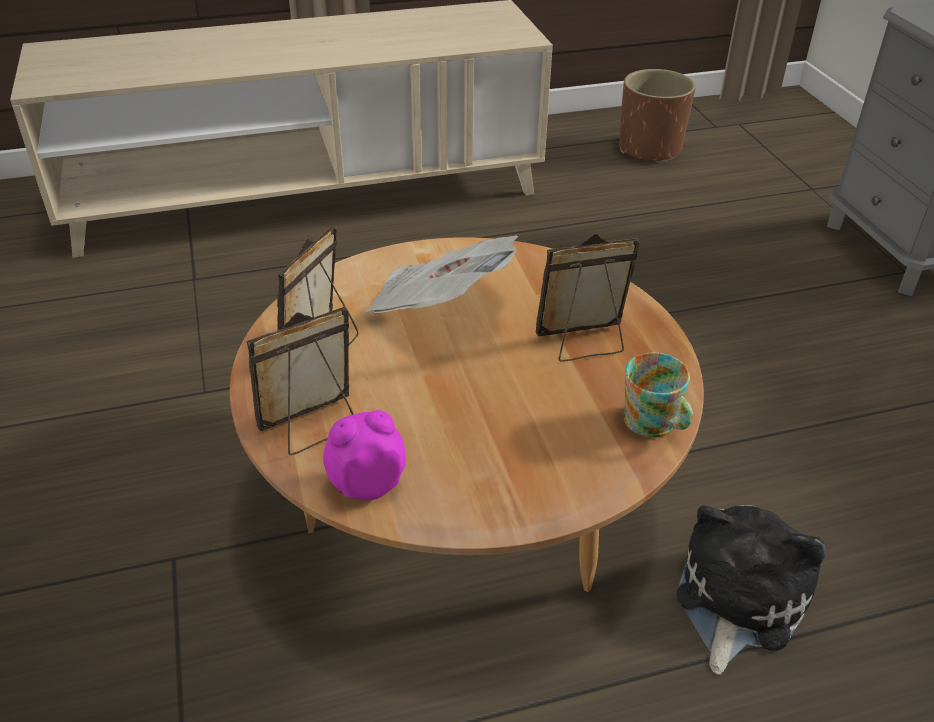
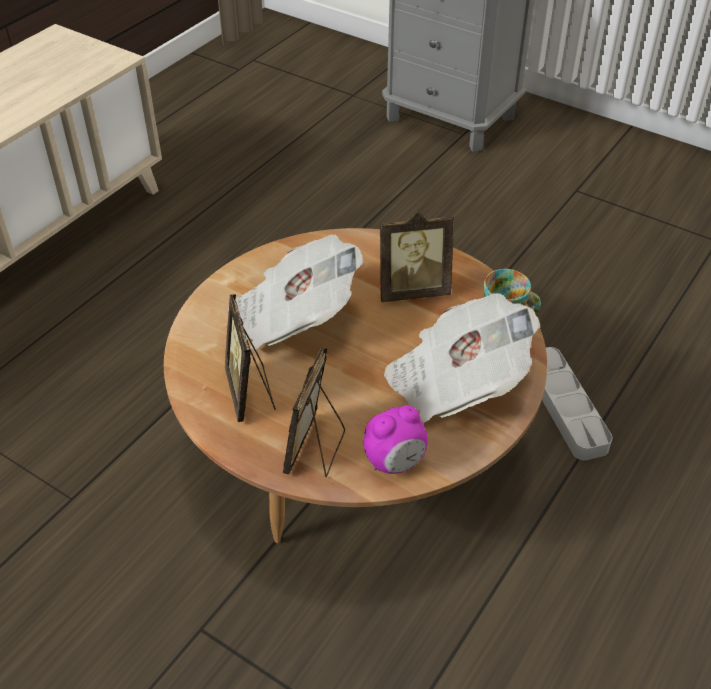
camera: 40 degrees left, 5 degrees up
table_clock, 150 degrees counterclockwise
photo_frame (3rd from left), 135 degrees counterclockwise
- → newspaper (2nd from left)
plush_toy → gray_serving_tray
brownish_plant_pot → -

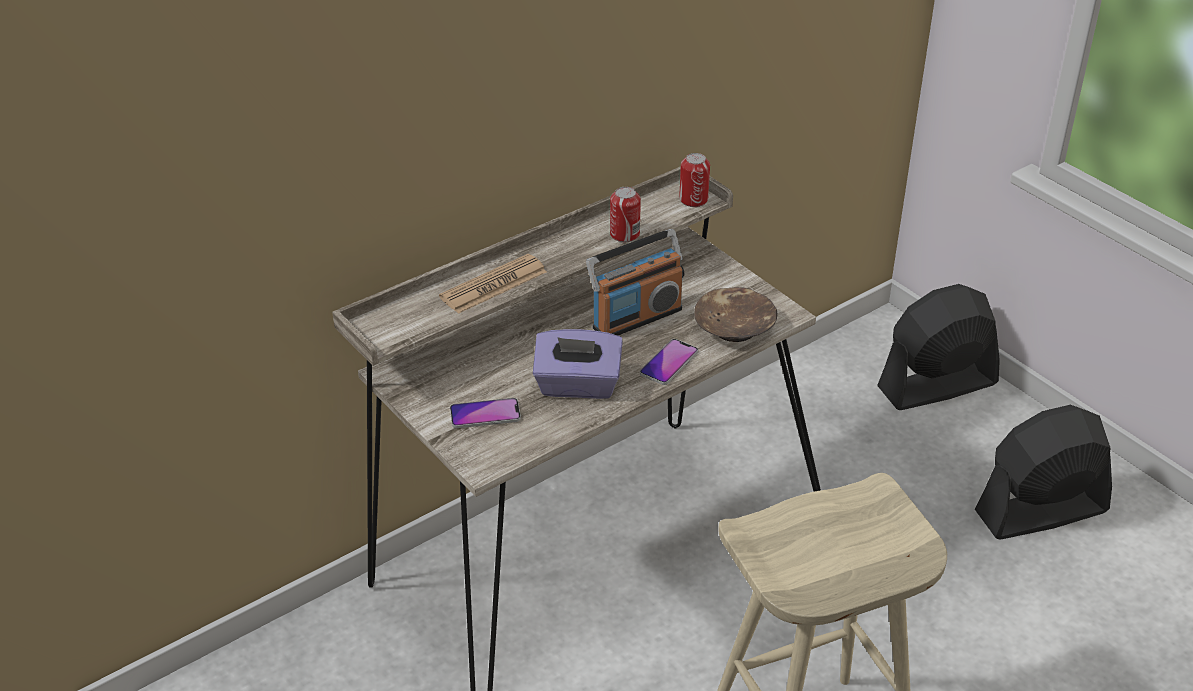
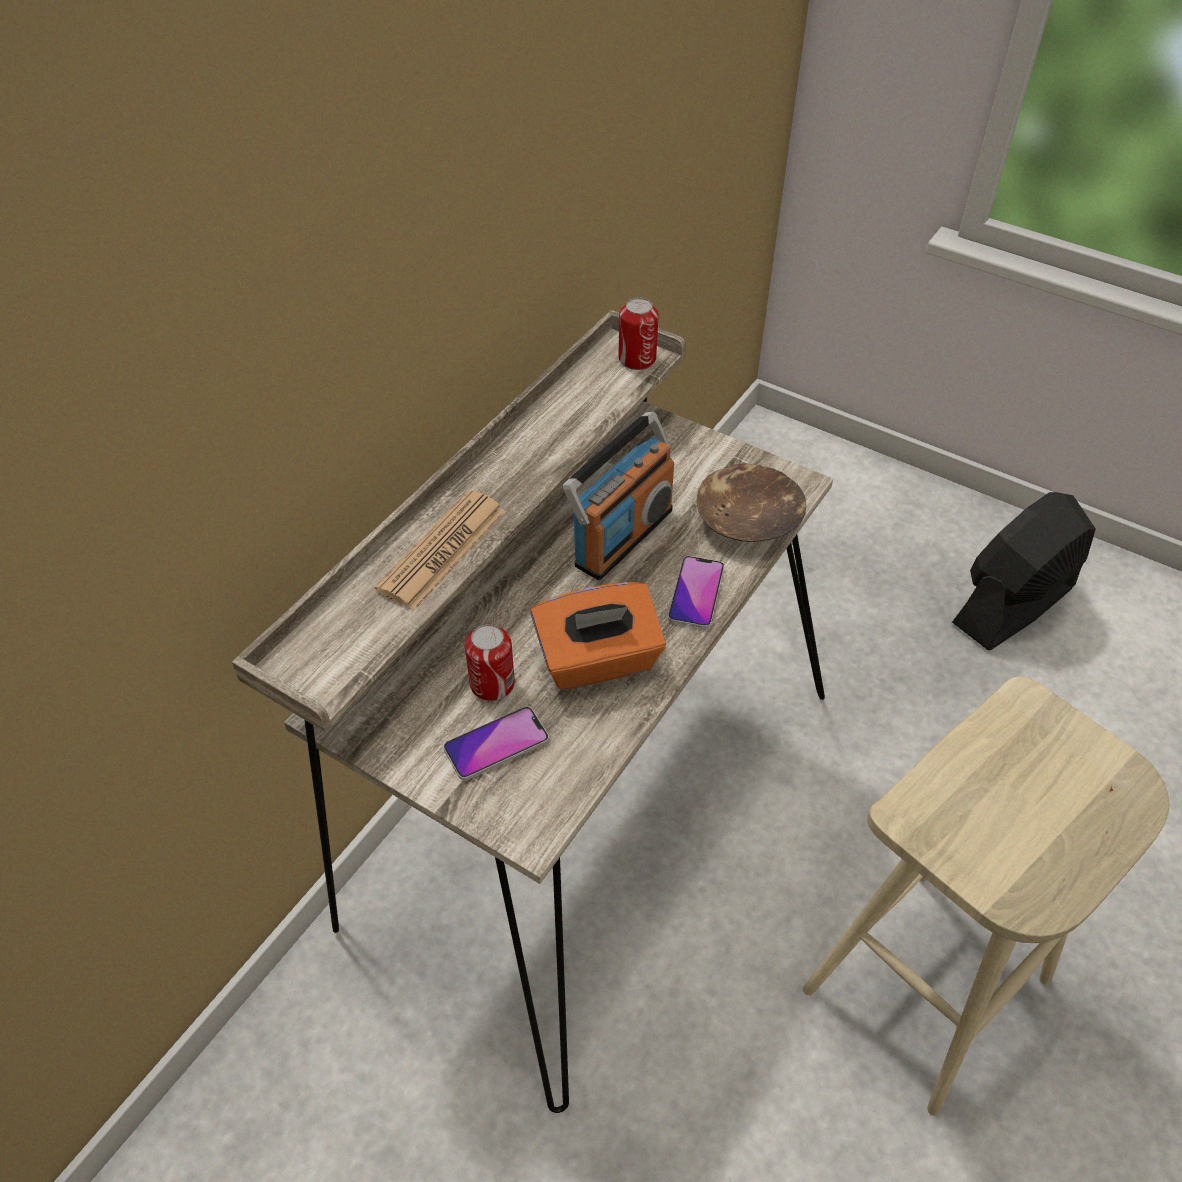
camera: 20 degrees left, 10 degrees up
metal_can (1st from left), moved
purplish_tissue_box → orange-coloured_tissue_box
black_cooling_fan (1st from left) → -

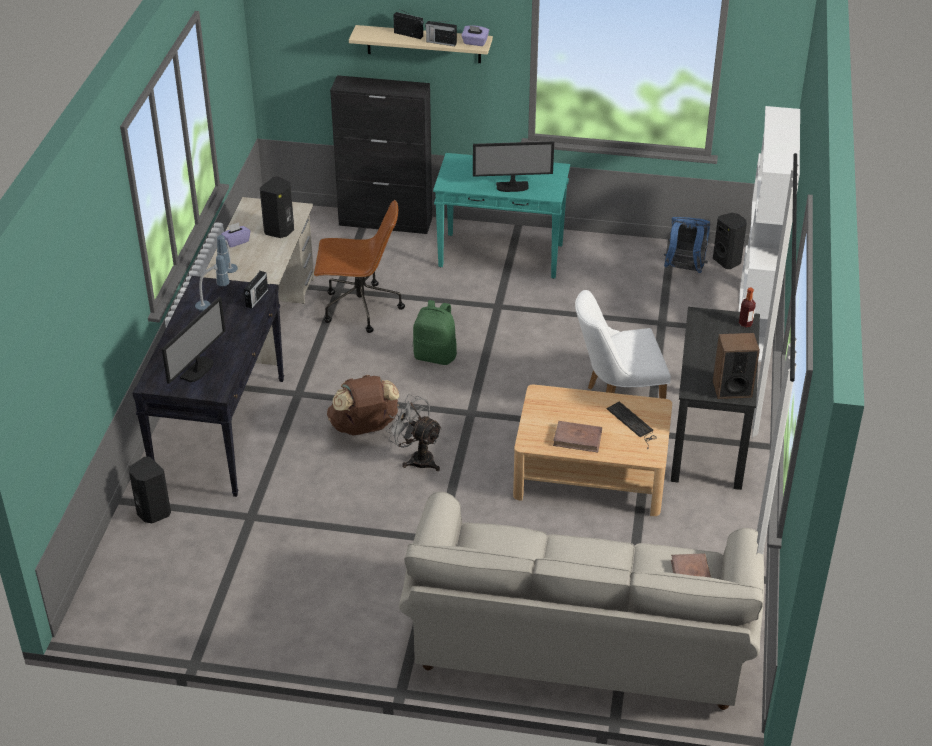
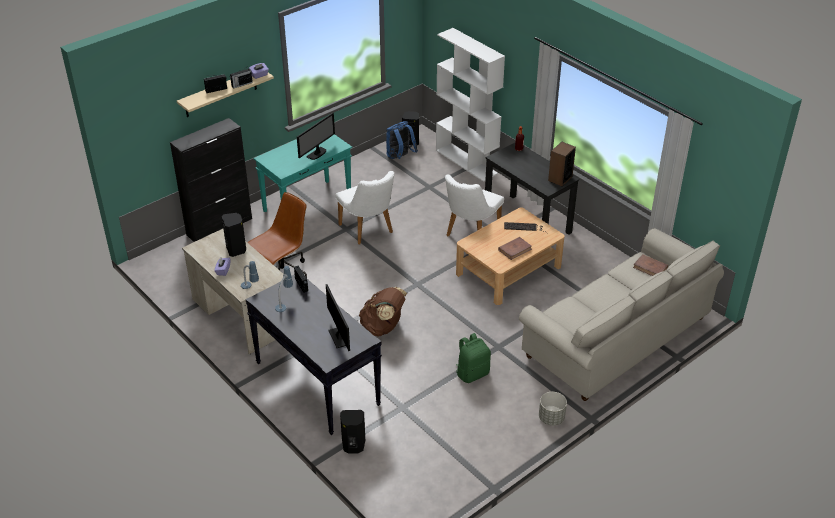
camera: 50 degrees left, 0 degrees up
- → white-coloured_chair (1st from left)
green-coloured_rucksack, moved
- → gray_plant_pot
gray_cooling_fan → -

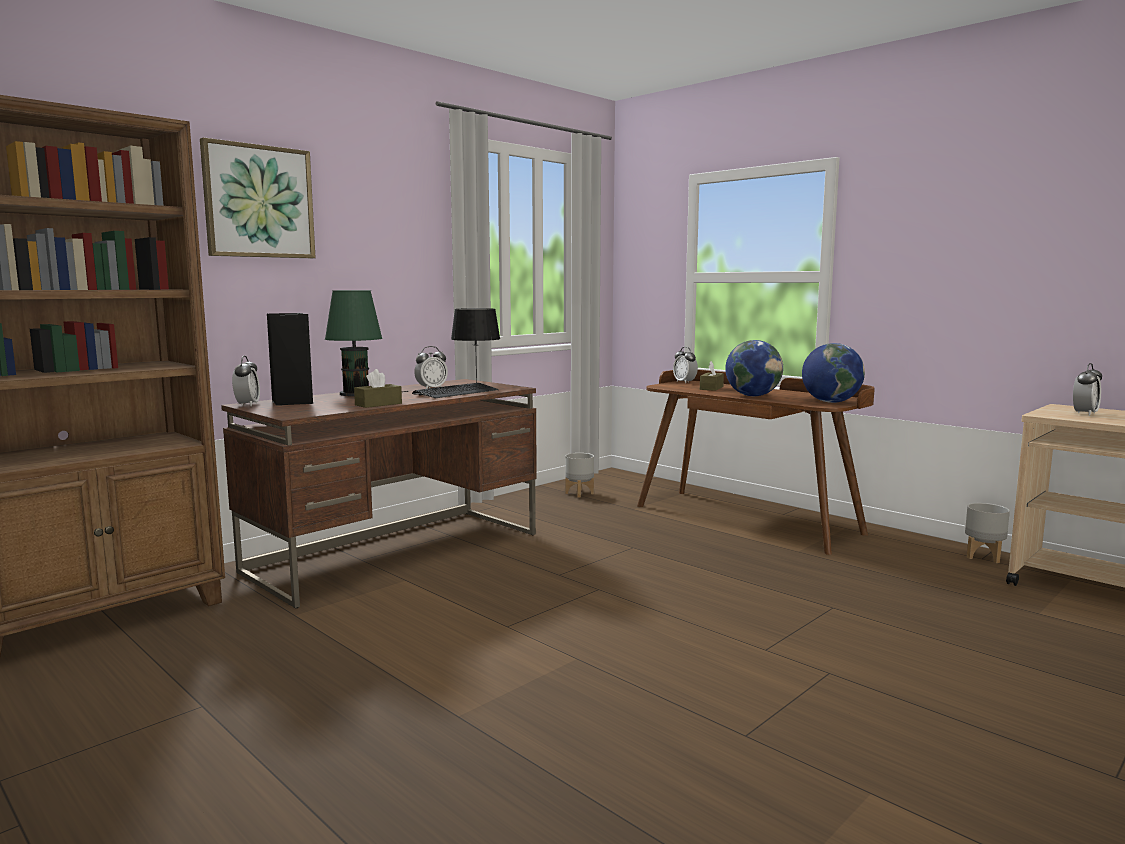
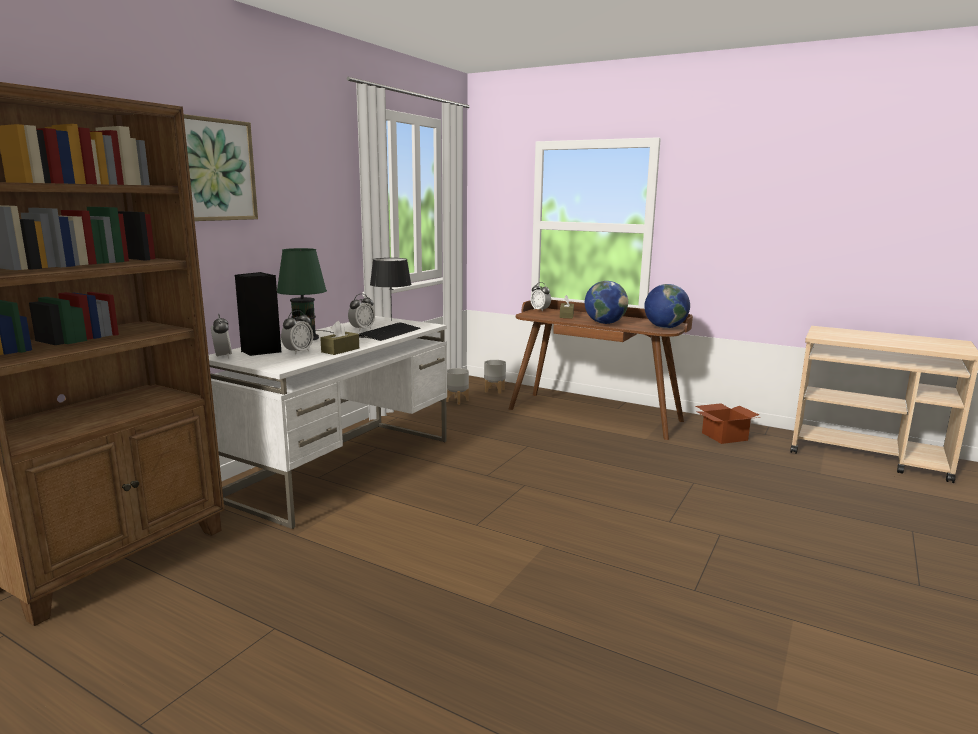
camera: 15 degrees left, 5 degrees up
brownish_desk_table (1st from left) → white-coloured_desk_table
table_clock (4th from left in the first image) → table_clock (2nd from left), moved
gray_plant_pot (2nd from left), moved
- → cardboard_box

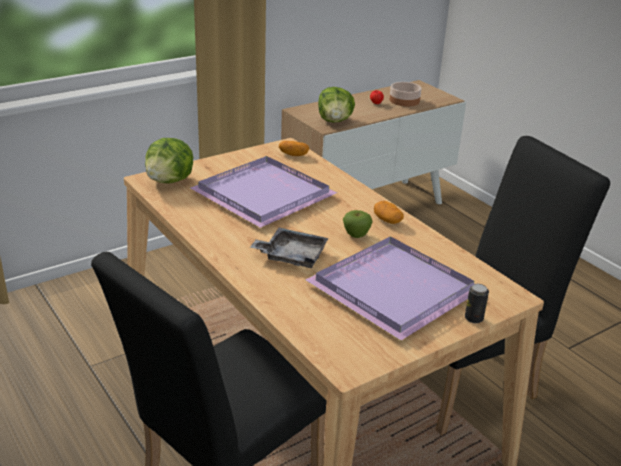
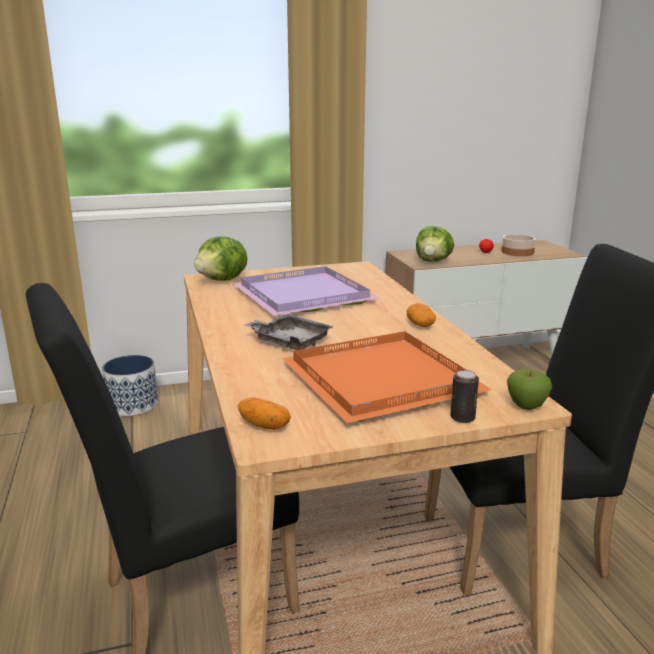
camera: 20 degrees right, 10 degrees down
- → plant_pot
spud (1st from left), moved
purplish_serving_tray (2nd from left) → orange-coloured_serving_tray
whole_apple (1st from left in the first image) → whole_apple (2nd from left), moved

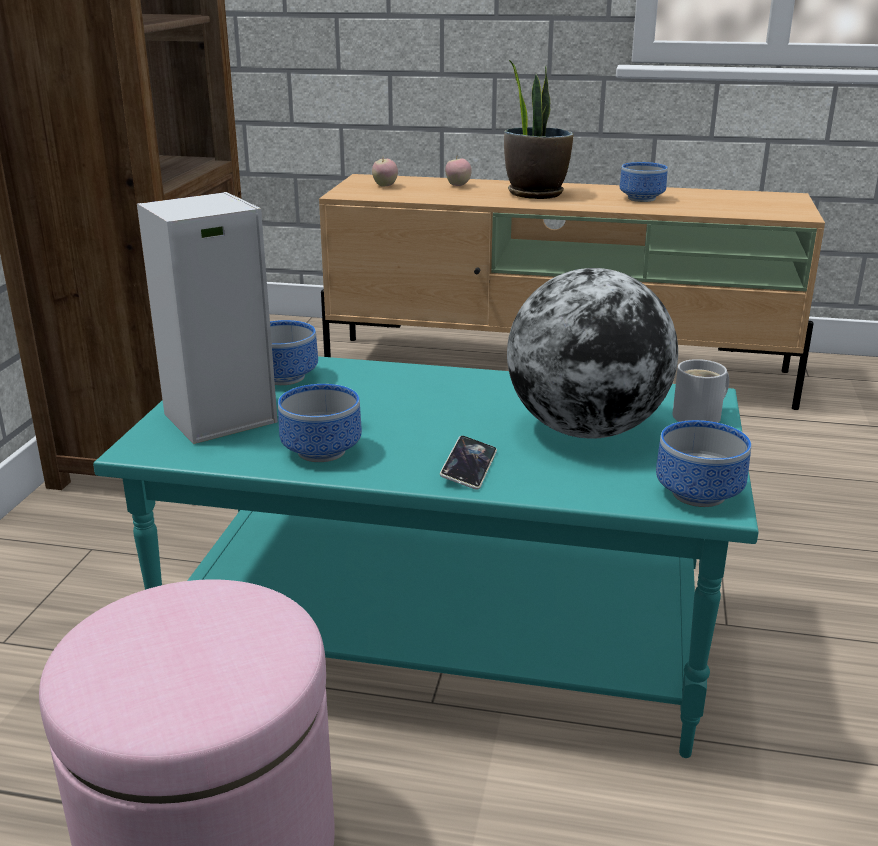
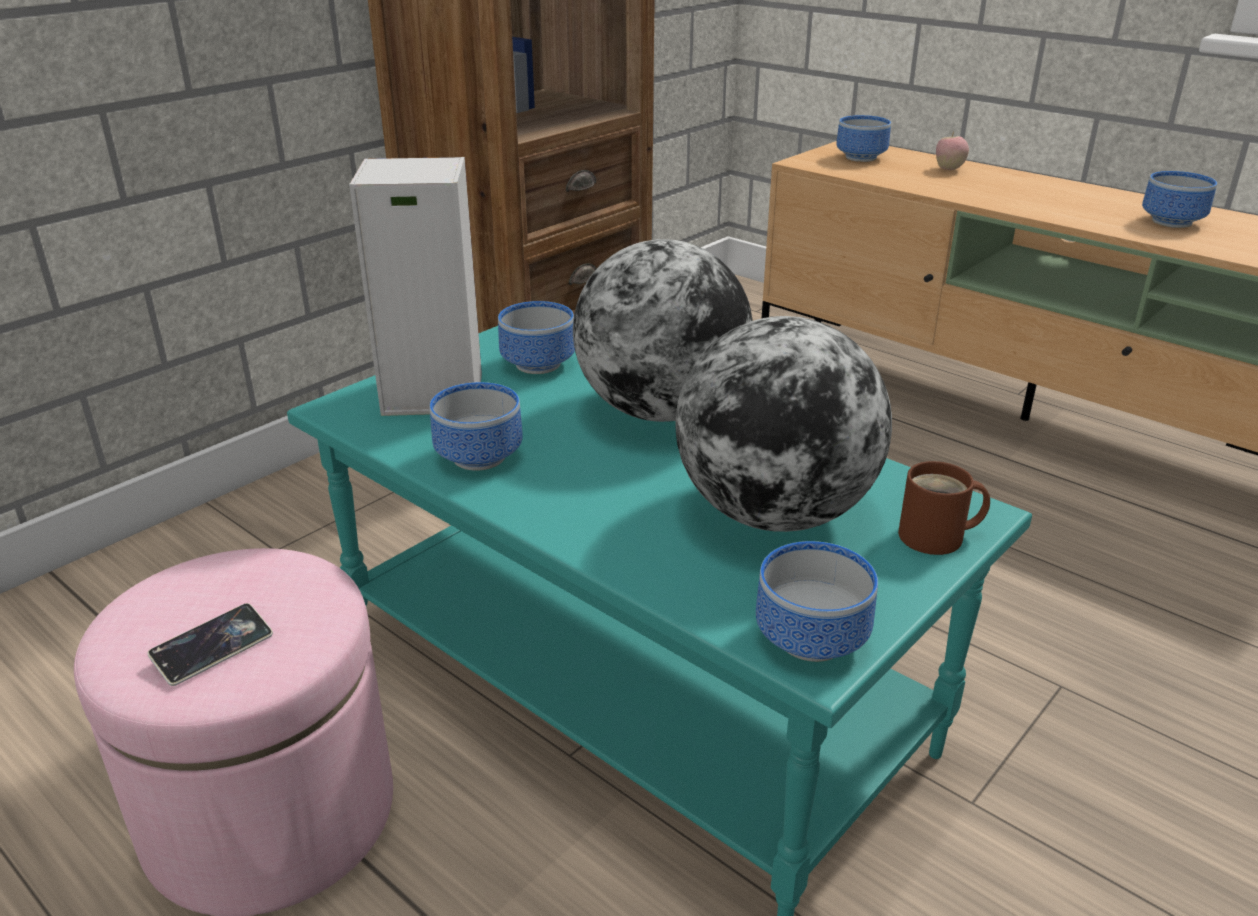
camera: 30 degrees right, 5 degrees up
telephone, moved
- → desk_globe (1st from left)
whole_apple (1st from left) → serving_bowl (4th from left)
white-coloured_coffee_mug → brownish_coffee_mug
plant_in_a_pot → -

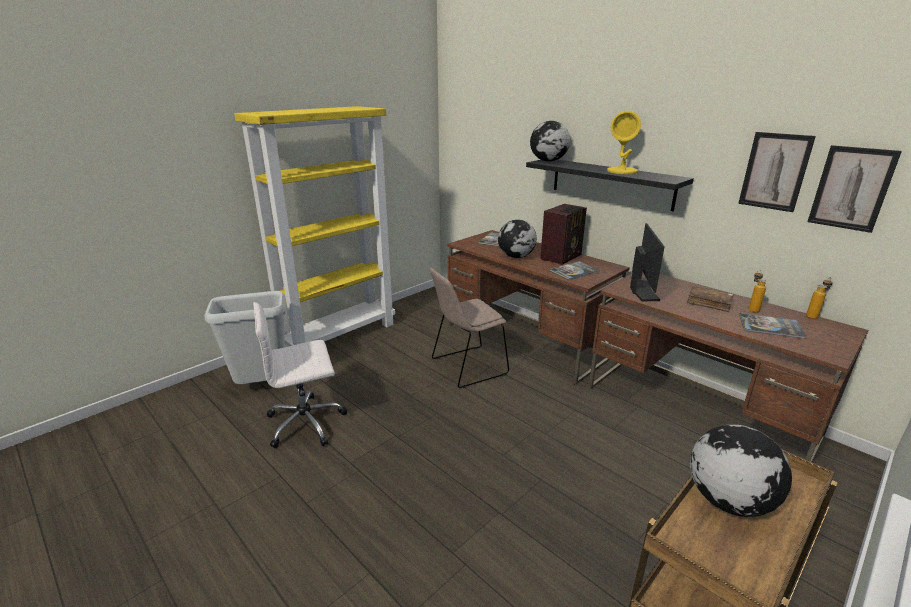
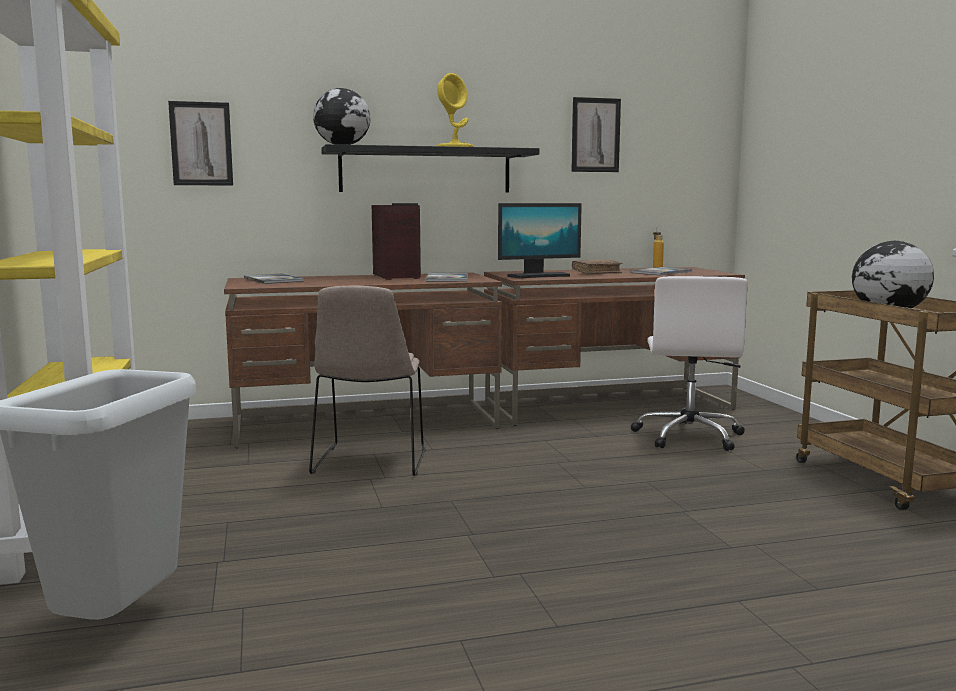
camera: 60 degrees left, 15 degrees down
wall_art (2nd from left in the first image) → wall_art (1st from left), moved
monitor, 120 degrees clockwise
white-coloured_computer_chair, moved
desk_globe (1st from left) → -
bottle (1st from left) → -

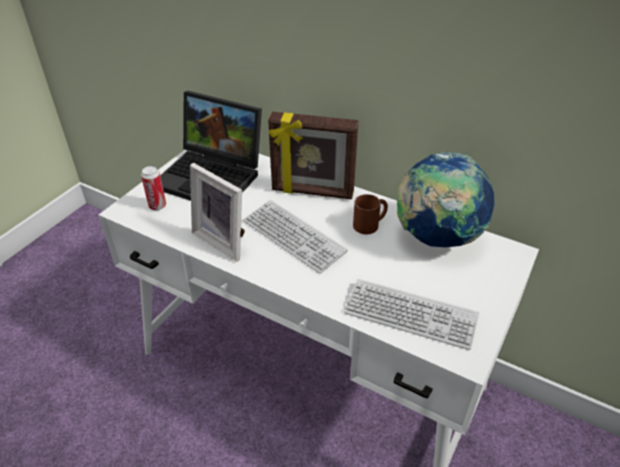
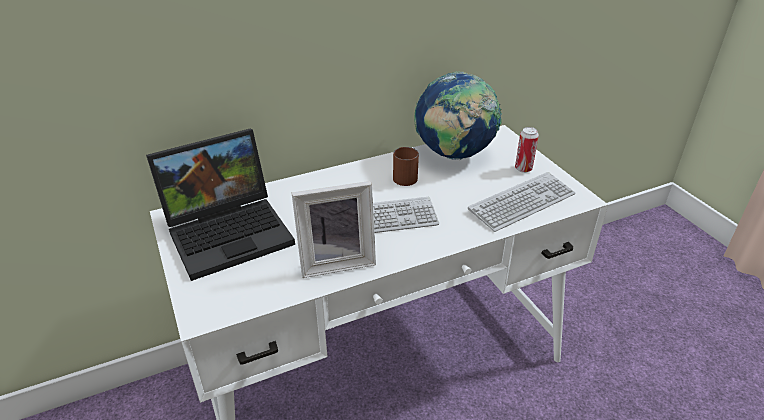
camera: 55 degrees left, 5 degrees down
metal_can, moved
photo_frame (2nd from left) → -

